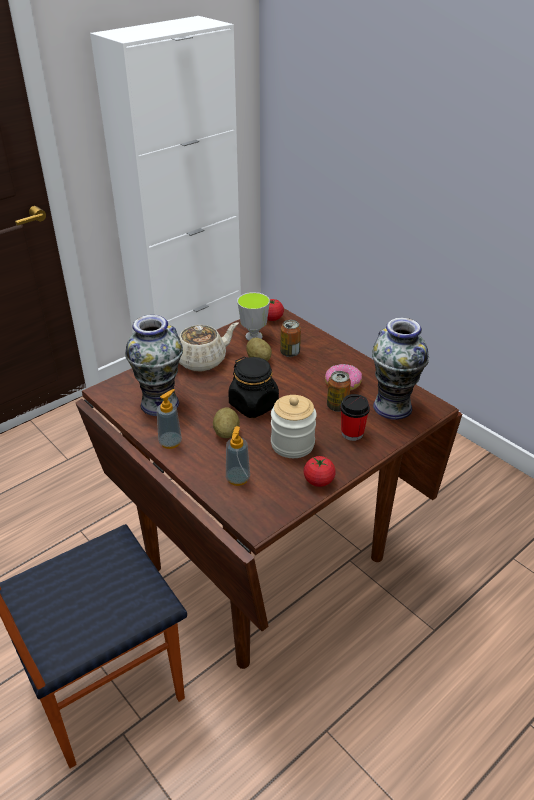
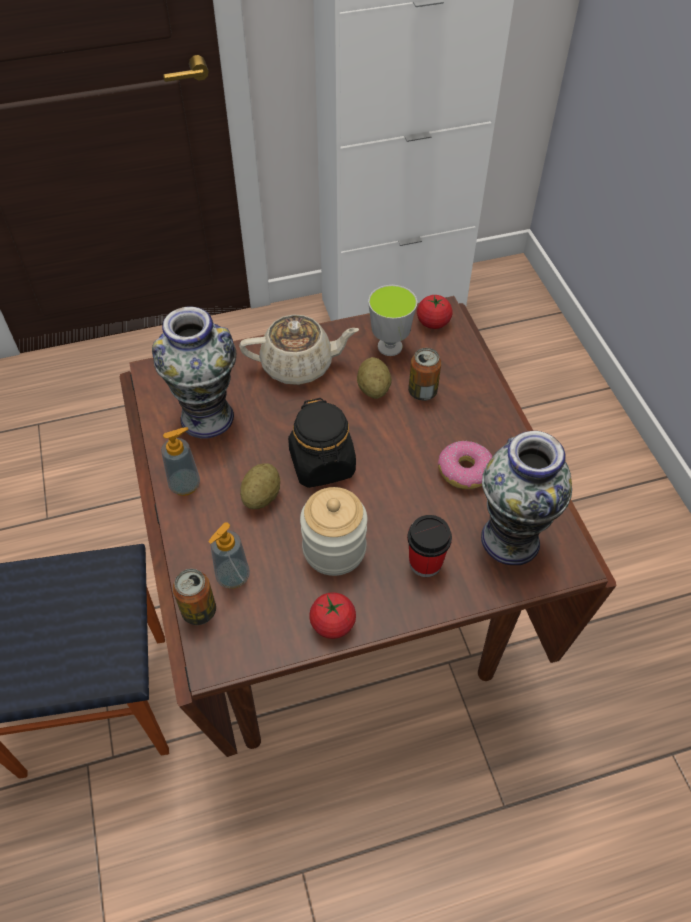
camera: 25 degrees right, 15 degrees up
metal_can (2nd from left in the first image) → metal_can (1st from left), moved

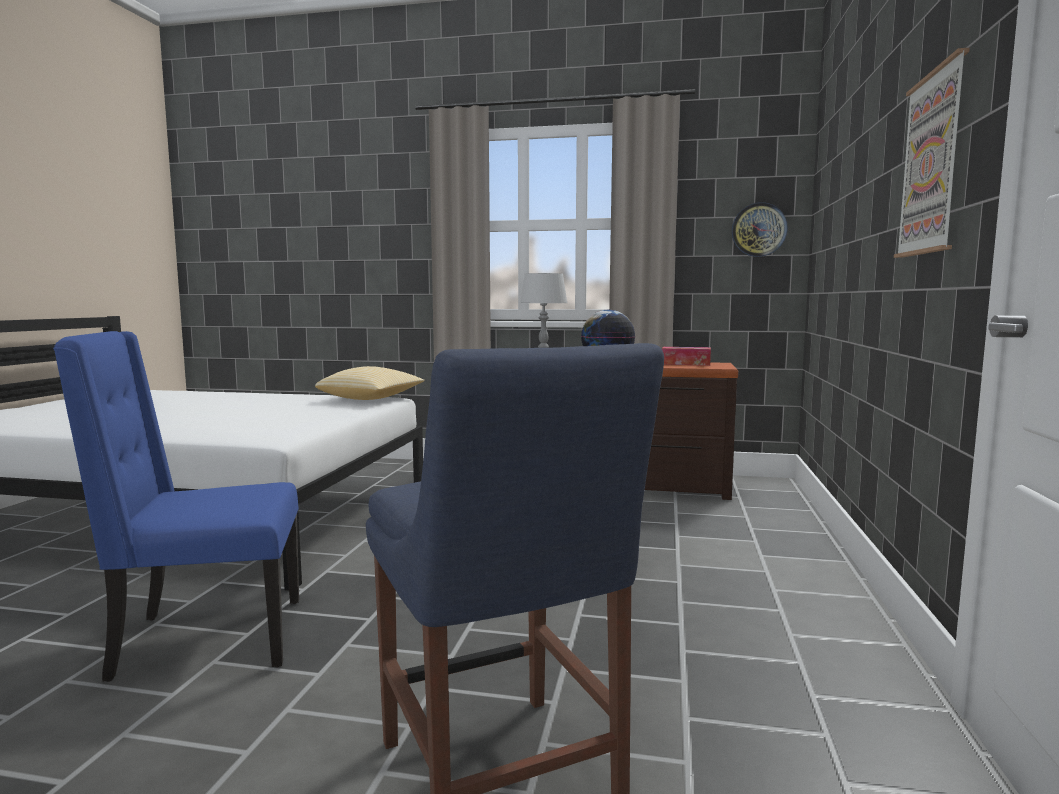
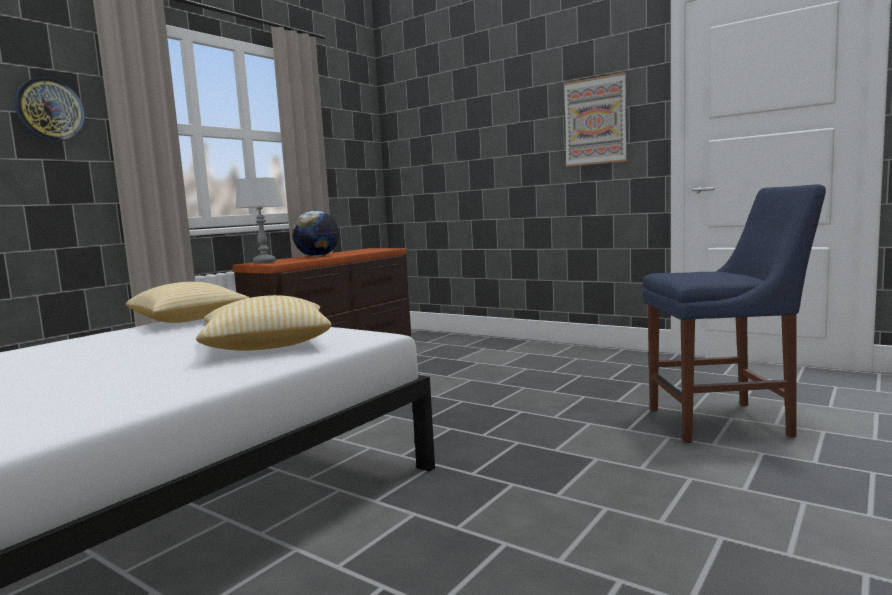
camera: 65 degrees left, 0 degrees up
clock_on_the_wall, moved
- → cushion (2nd from left)
blue_chair (1st from left) → -
tissue_box → -

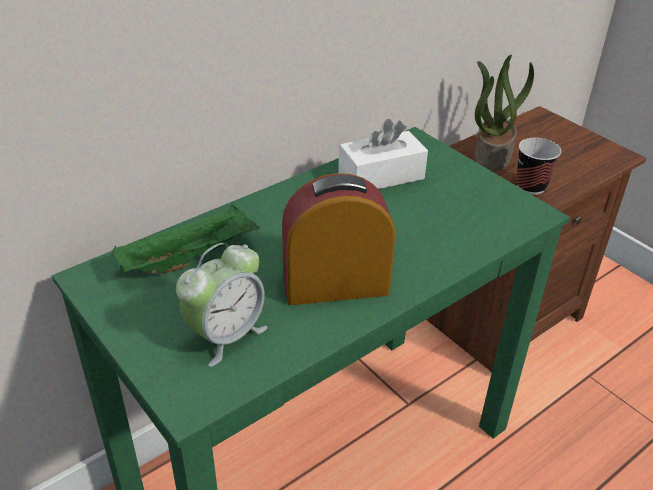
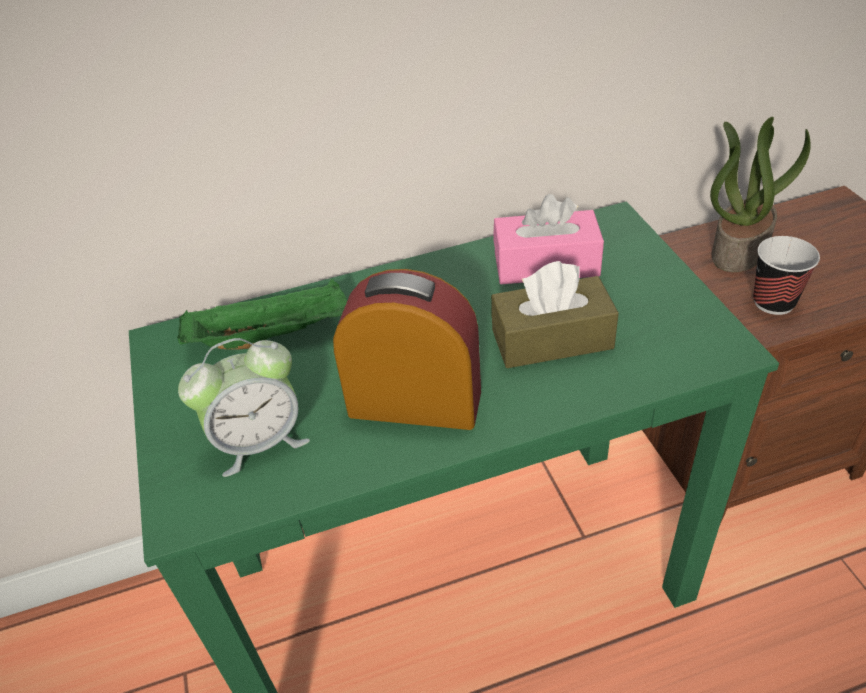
camera: 25 degrees right, 5 degrees up
- → brownish_tissue_box
white-coloured_tissue_box → pink-coloured_tissue_box

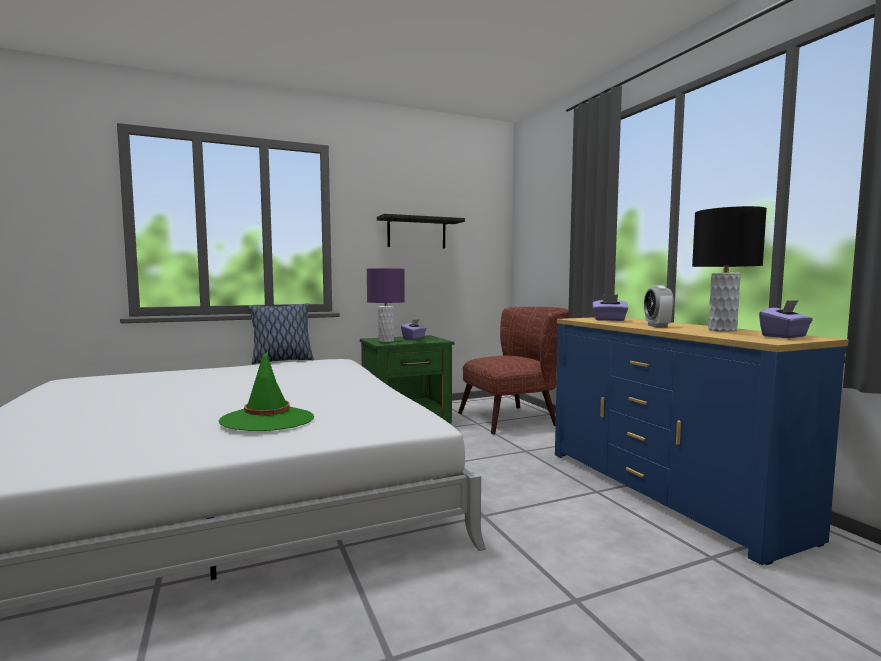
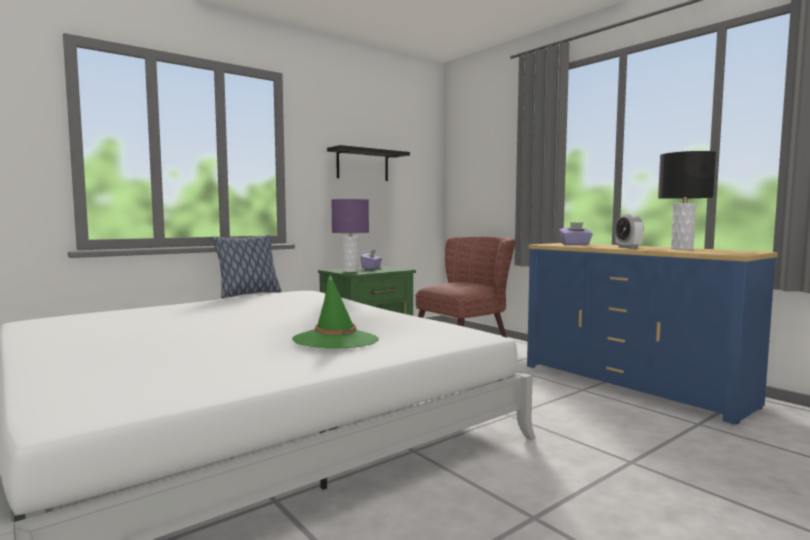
camera: 15 degrees left, 0 degrees up
purplish_tissue_box (3rd from left) → -

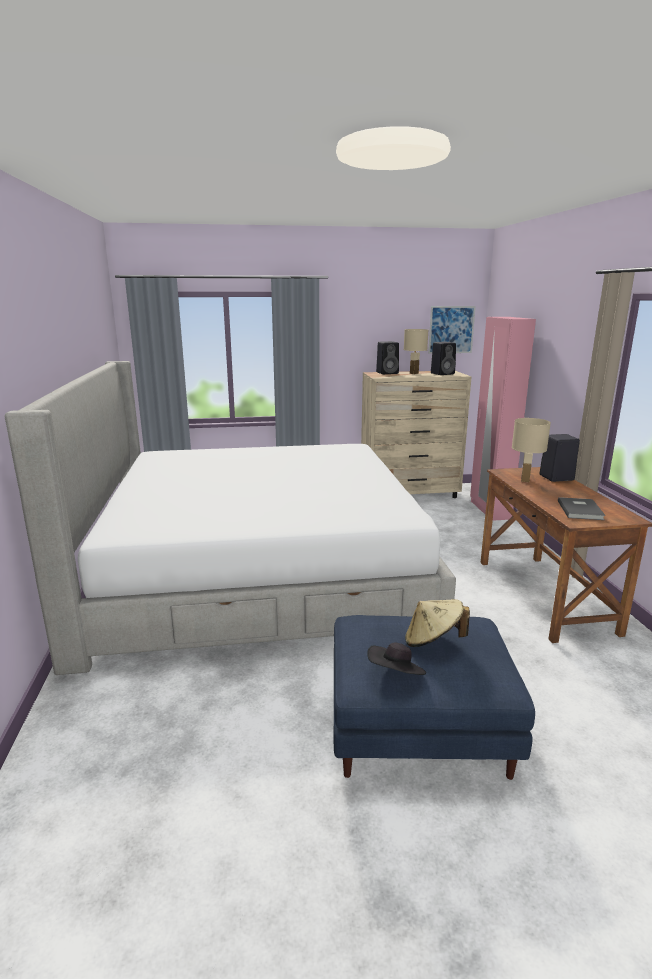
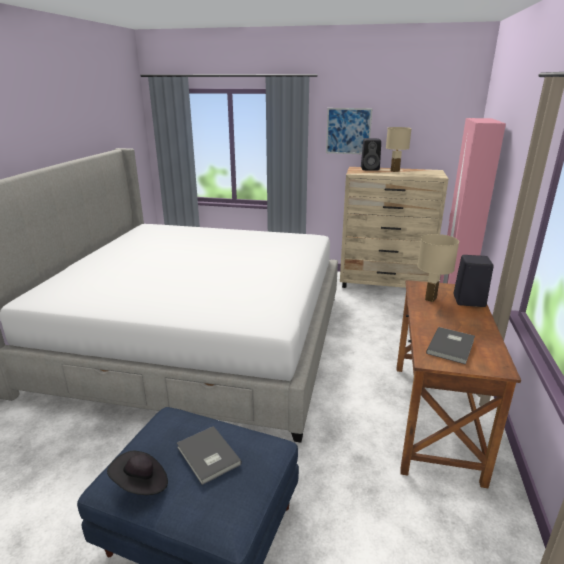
camera: 20 degrees right, 5 degrees up
beige_clothing_hat → gray_book (1st from left)
wall_art, moved
black_loudspeaker (2nd from left) → -

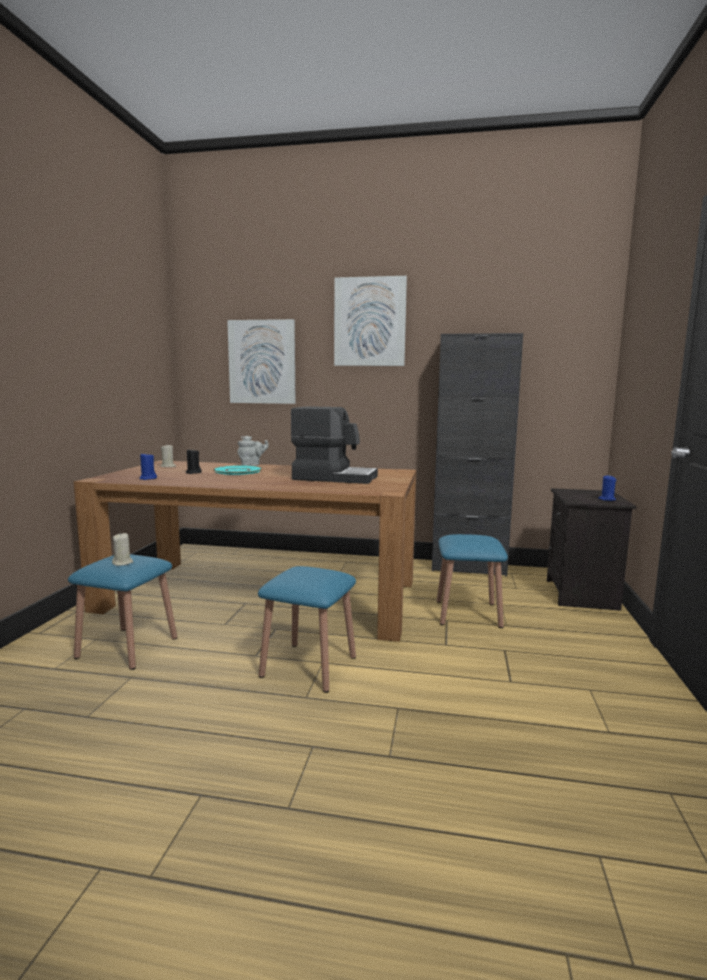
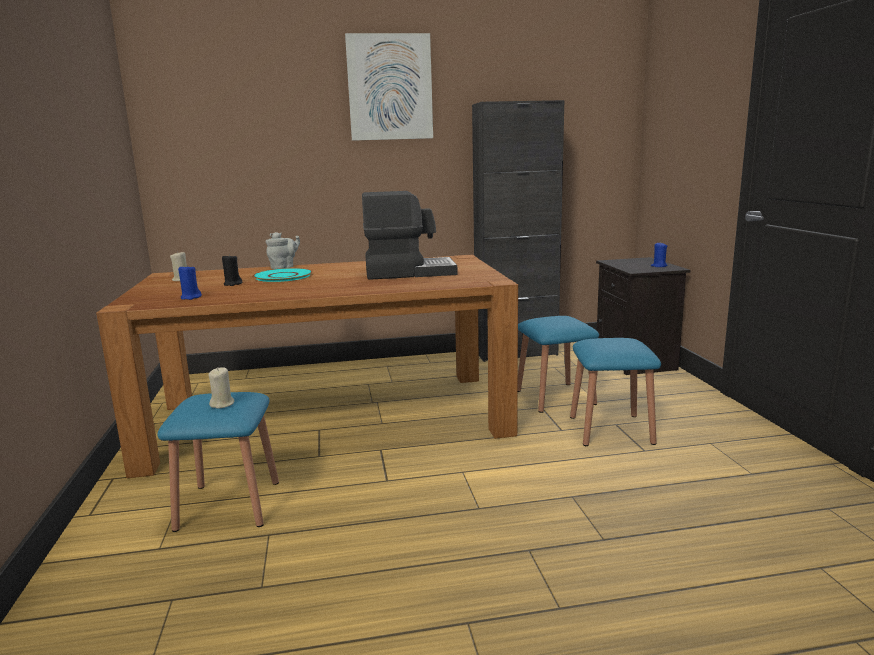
camera: 20 degrees left, 5 degrees up
blue_stool (2nd from left in the first image) → blue_stool (3rd from left), moved
wall_art (1st from left) → -

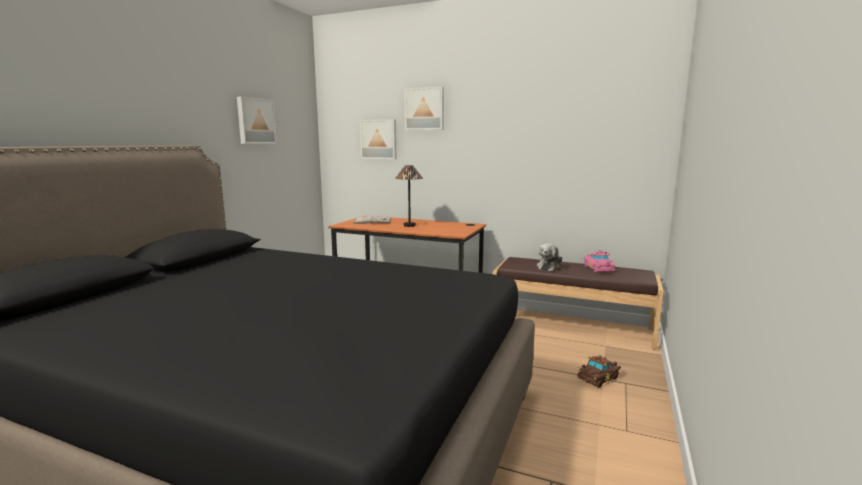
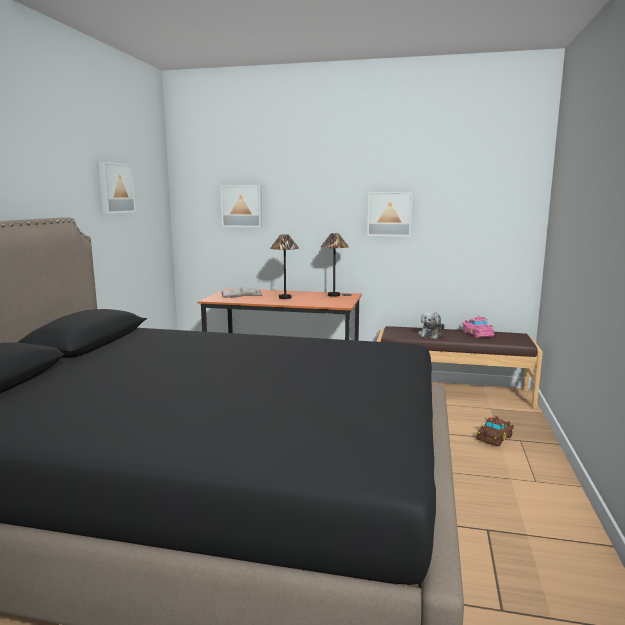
camera: 10 degrees left, 0 degrees up
- → tabletop_lamp (2nd from left)
wall_art (3rd from left), moved

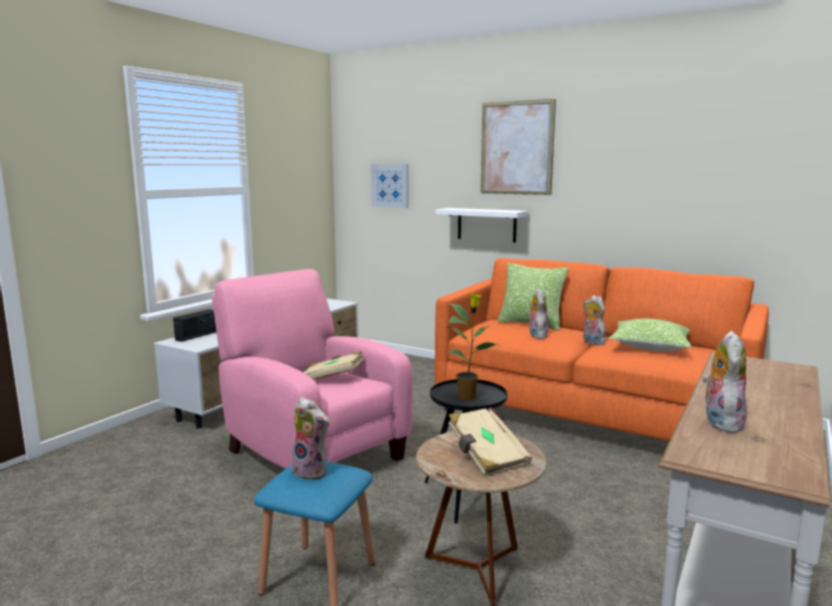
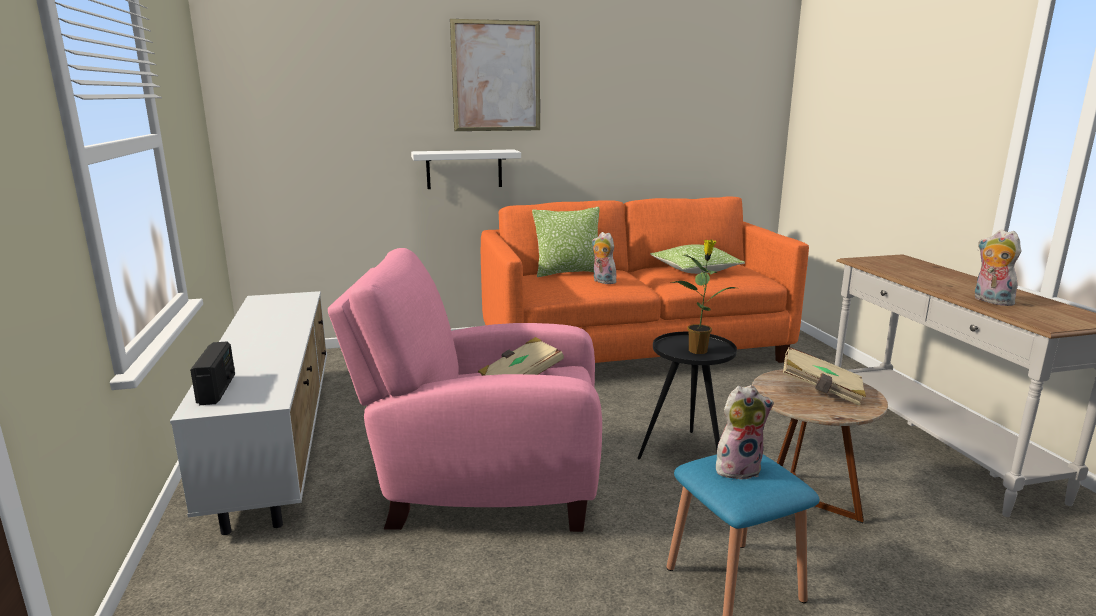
camera: 45 degrees left, 5 degrees up
wall_art (1st from left) → -
plush_toy (3rd from left) → -

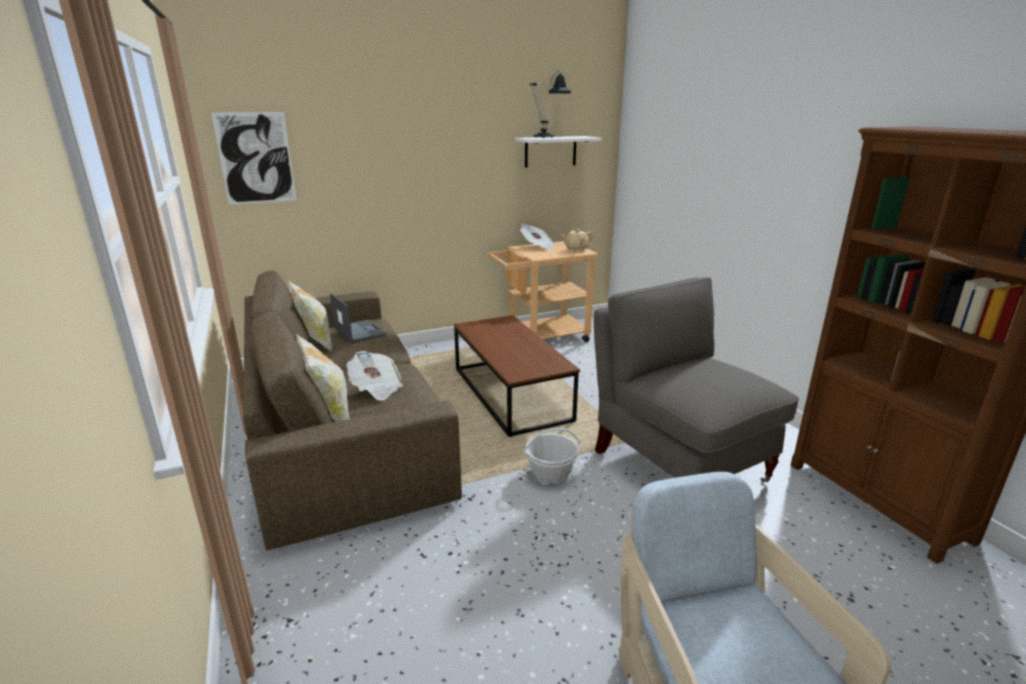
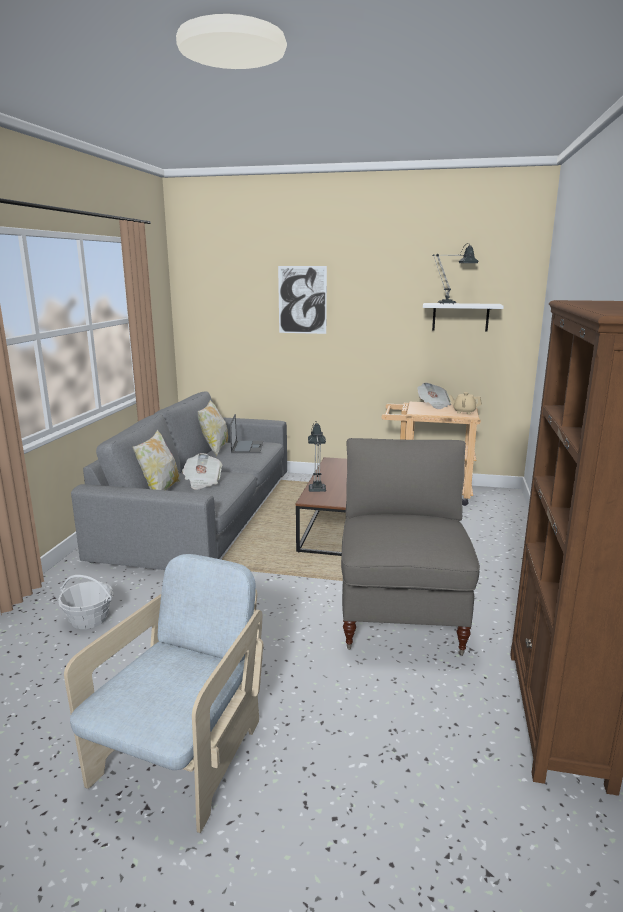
camera: 35 degrees right, 5 degrees down
basket, moved
brownish_sofa → gray_sofa
wall_art, moved
- → tabletop_lamp (1st from left)

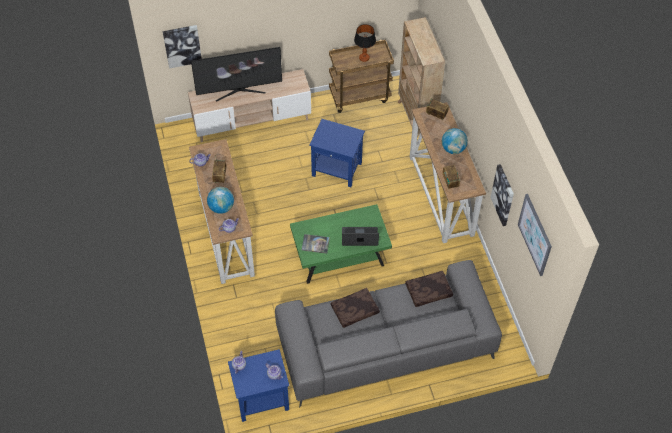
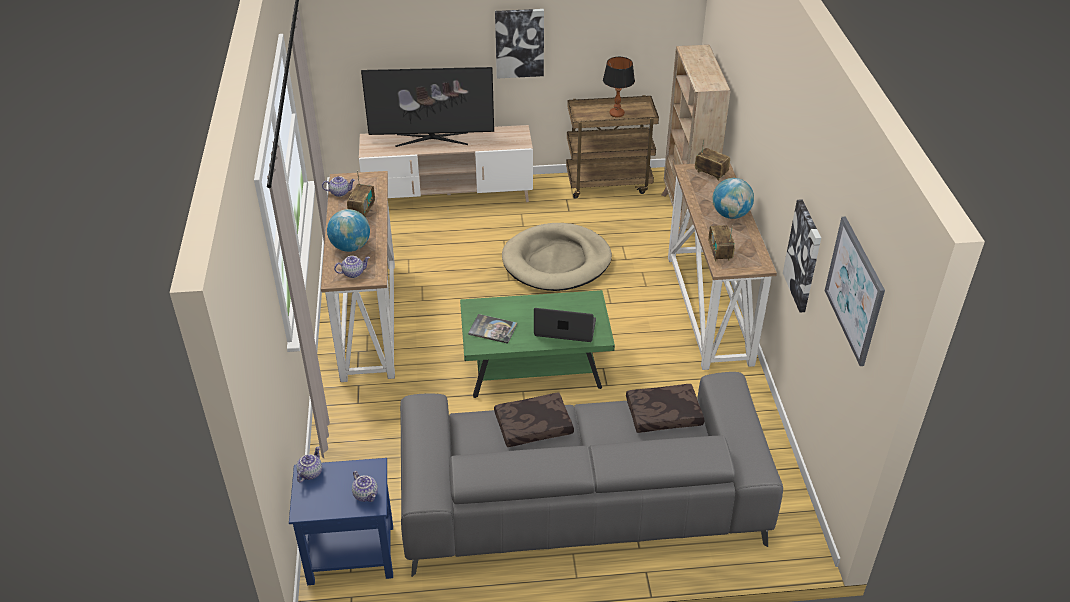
camera: 10 degrees right, 15 degrees down
wall_art (1st from left), moved
blue_accent_table (2nd from left) → beige_dog_bed

